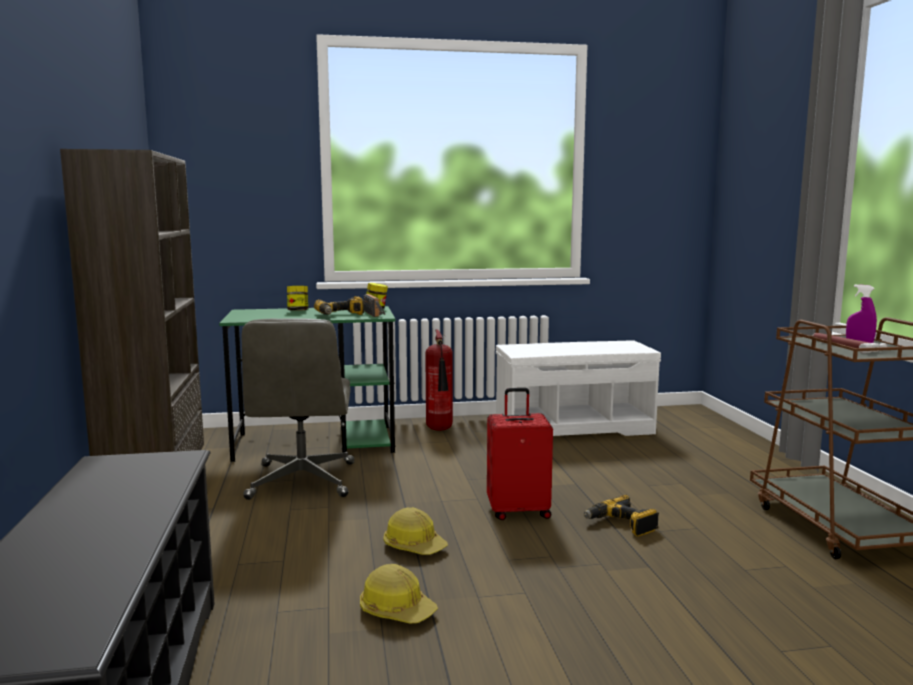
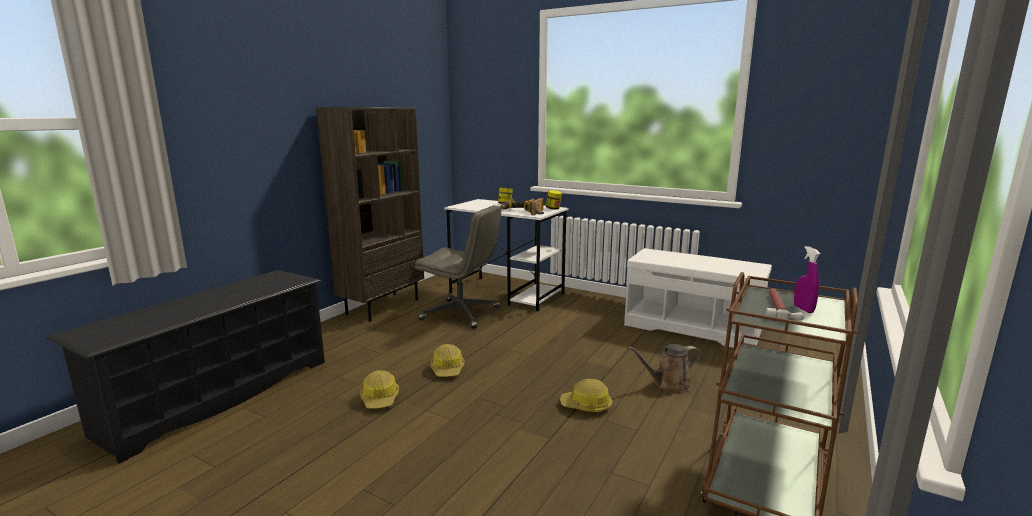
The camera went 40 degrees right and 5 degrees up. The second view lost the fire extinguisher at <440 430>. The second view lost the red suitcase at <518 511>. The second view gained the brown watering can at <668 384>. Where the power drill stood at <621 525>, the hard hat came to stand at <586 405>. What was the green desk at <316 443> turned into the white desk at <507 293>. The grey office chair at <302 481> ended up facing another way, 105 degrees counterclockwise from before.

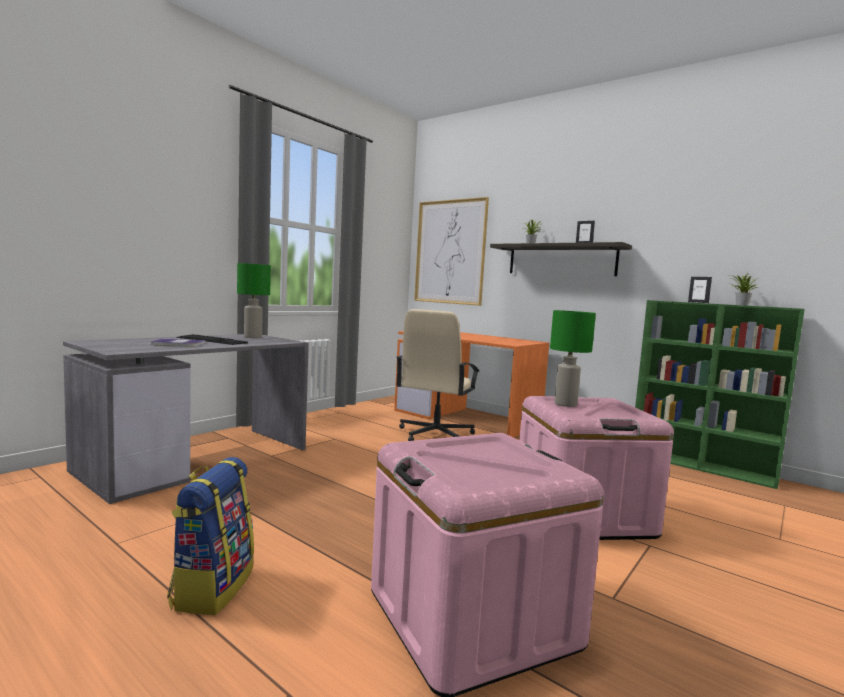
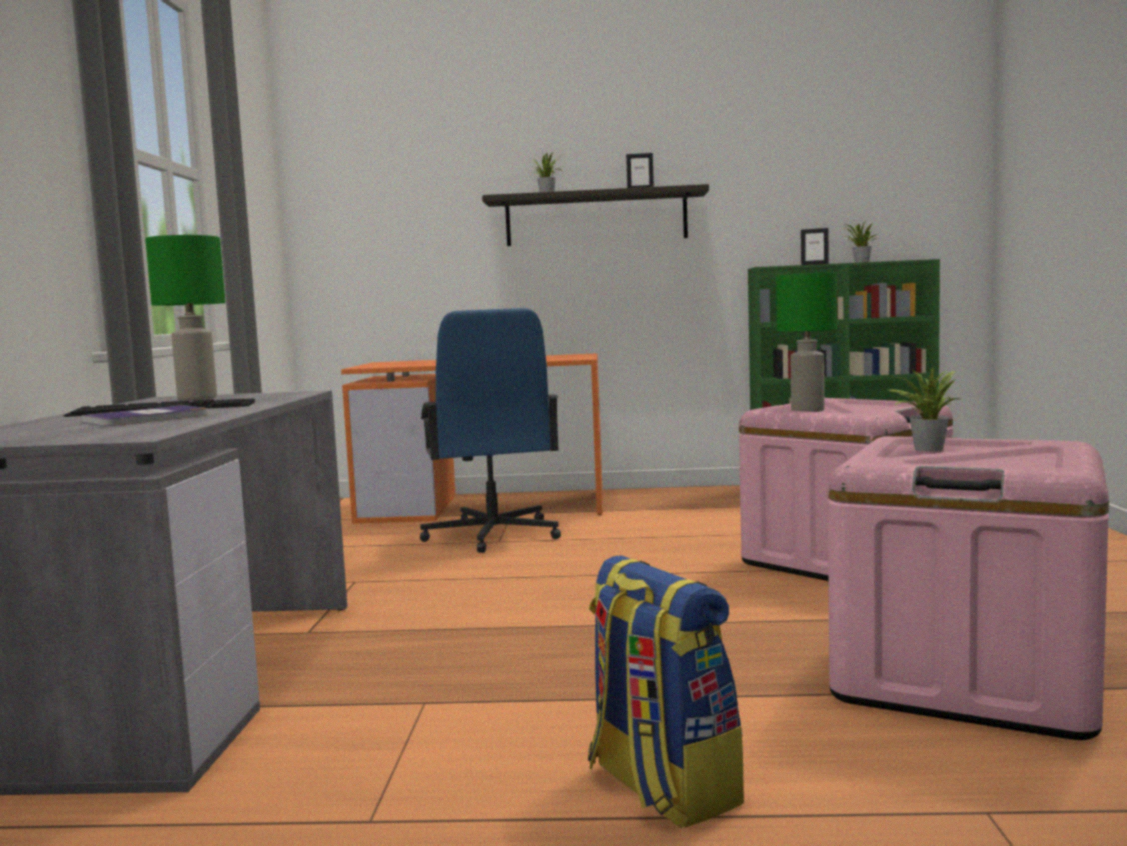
The camera went 35 degrees left and 0 degrees up. The second view lost the picture at <450 252>. The second view gained the potted plant at <925 449>. What was the beige office chair at <434 434> turned into the blue office chair at <492 535>.

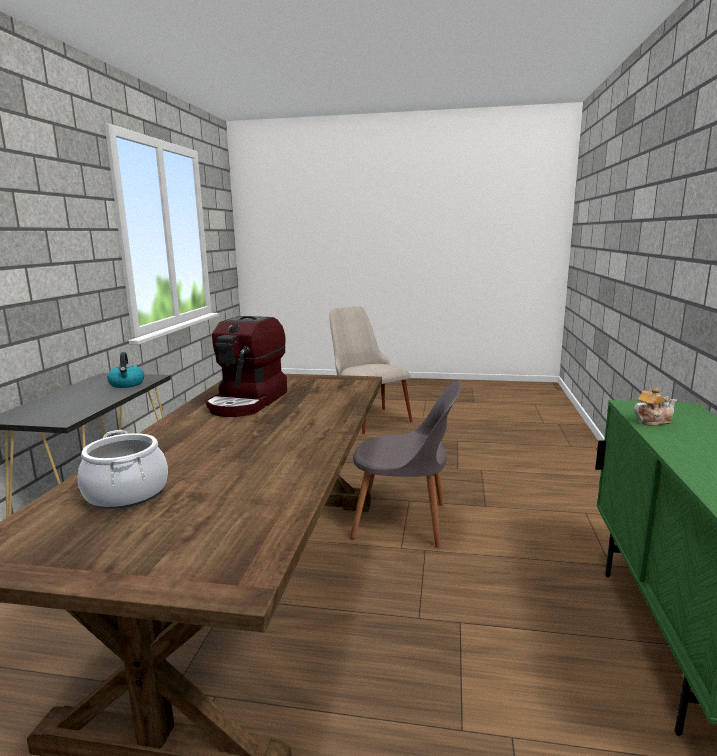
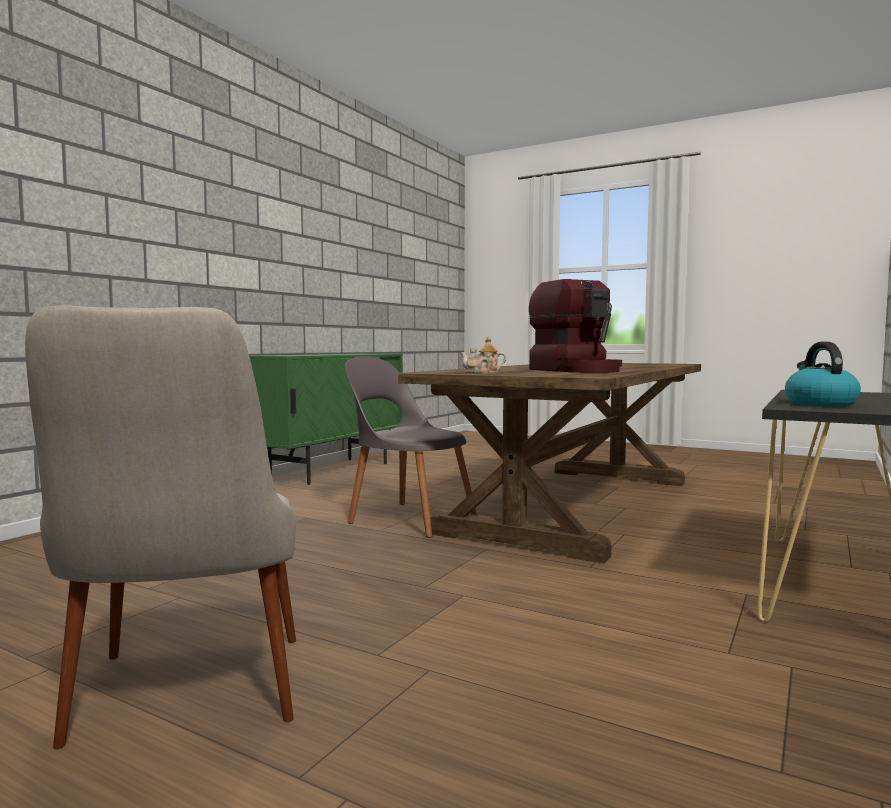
The camera went 160 degrees left and 10 degrees down. The second view lost the cooking pot at <126 493>. The teapot ended up elsewhere, having gone from <652 421> to <482 373>. The coffee machine at <248 402> ended up facing another way, 120 degrees clockwise from before.

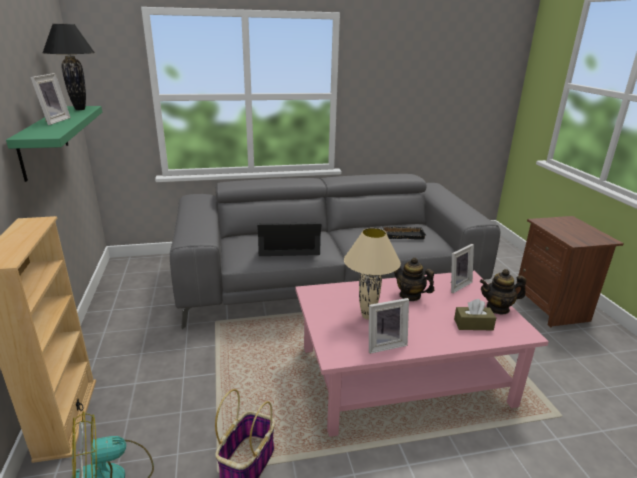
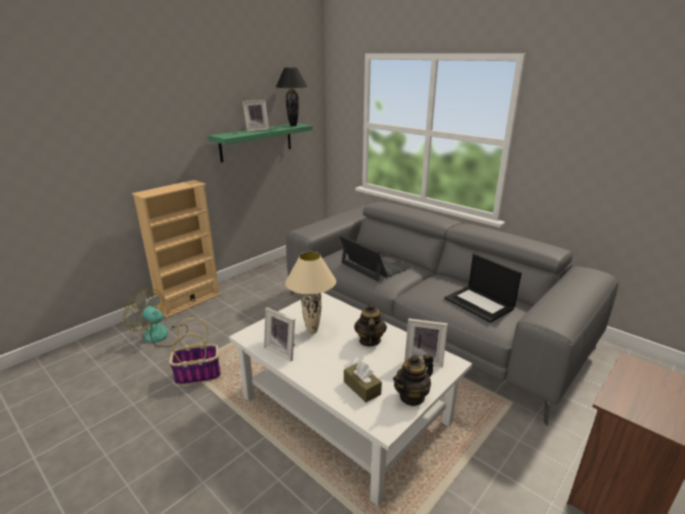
The camera went 55 degrees right and 0 degrees up. Where the black tray stood at <403 235>, the laptop came to stand at <480 304>. What was the pink coffee table at <403 375> turned into the white coffee table at <345 409>. The teapot at <498 308> ended up facing another way, 90 degrees counterclockwise from before.

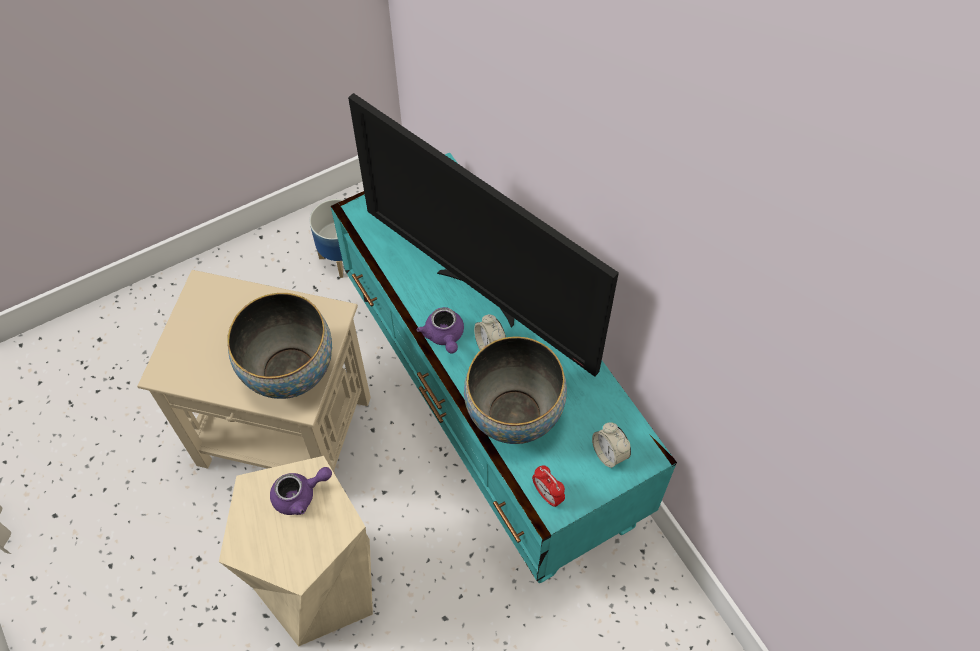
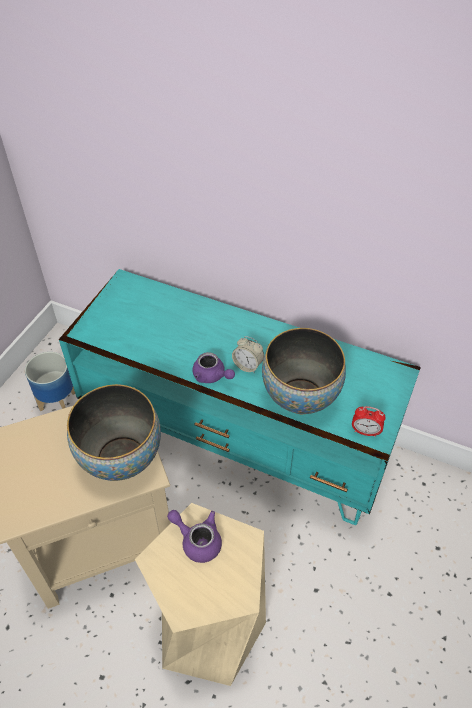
The camera went 35 degrees left and 10 degrees down. The second view lost the television at <482 293>. The second view lost the alarm clock at <609 453>. The purple teapot at <300 495> ended up facing another way, 90 degrees counterclockwise from before.

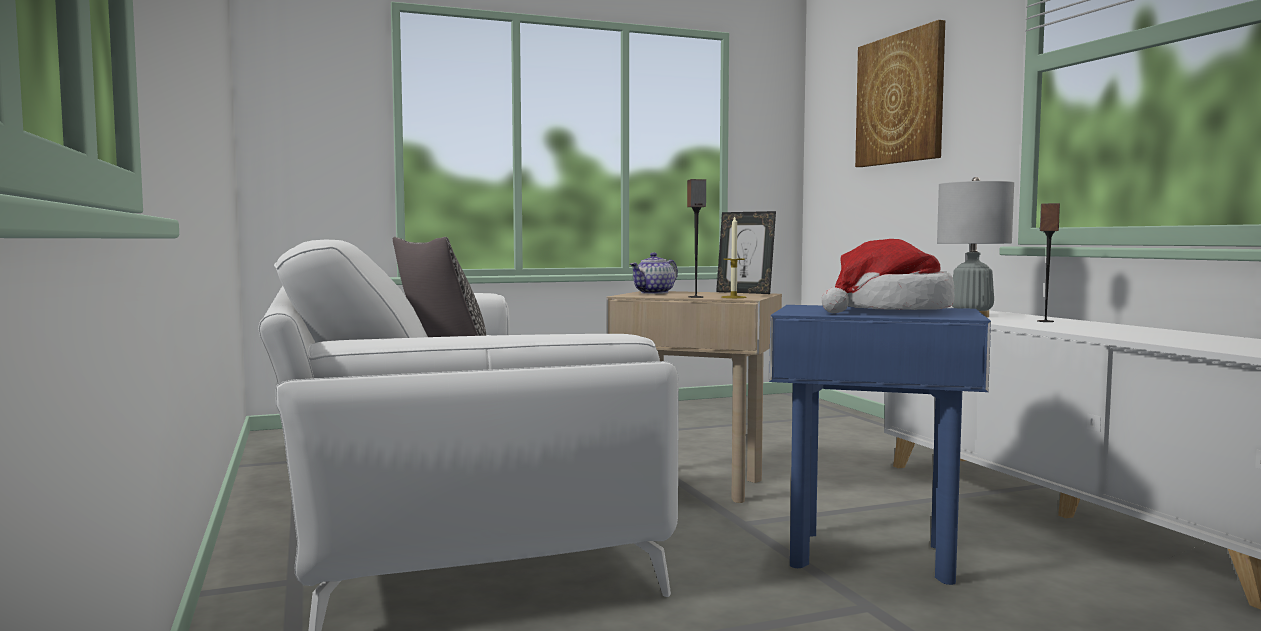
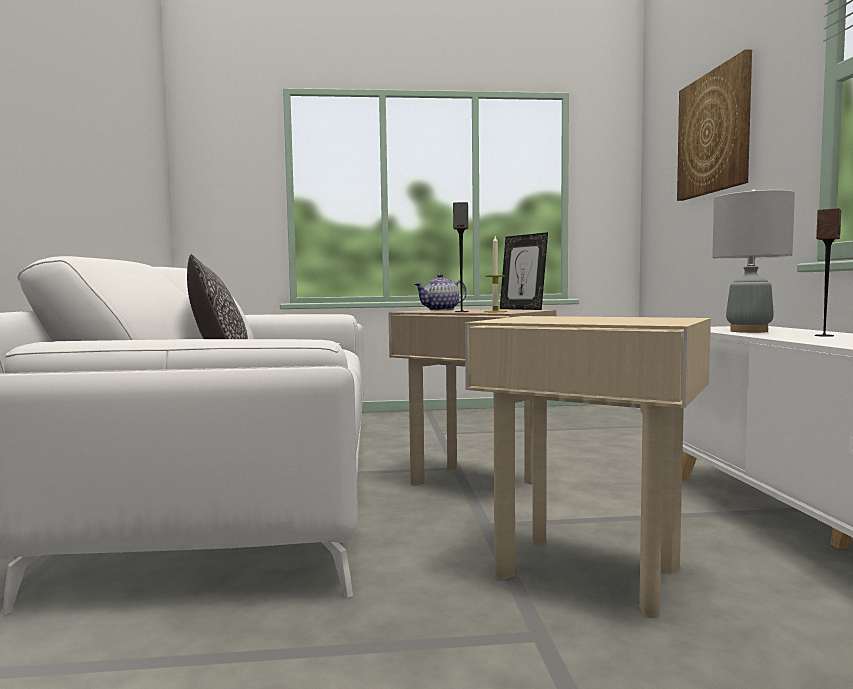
The camera went 15 degrees right and 0 degrees up. The second view lost the hat at <889 311>. What was the blue side table at <872 556> turned into the beige side table at <587 573>.

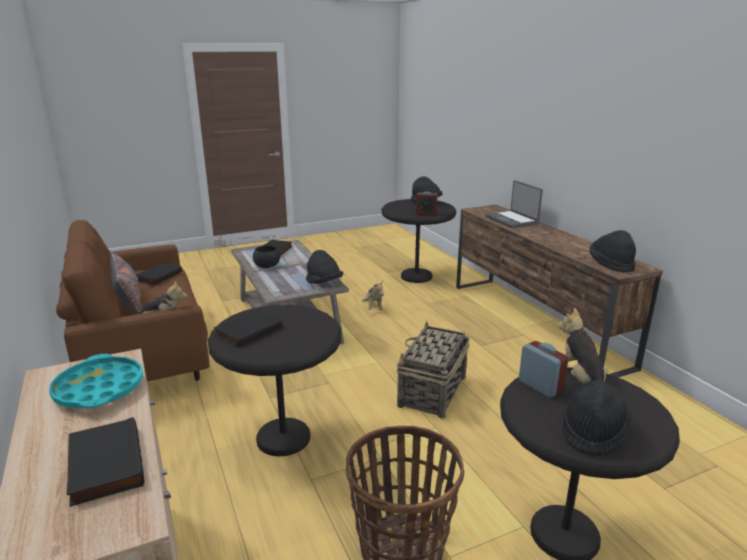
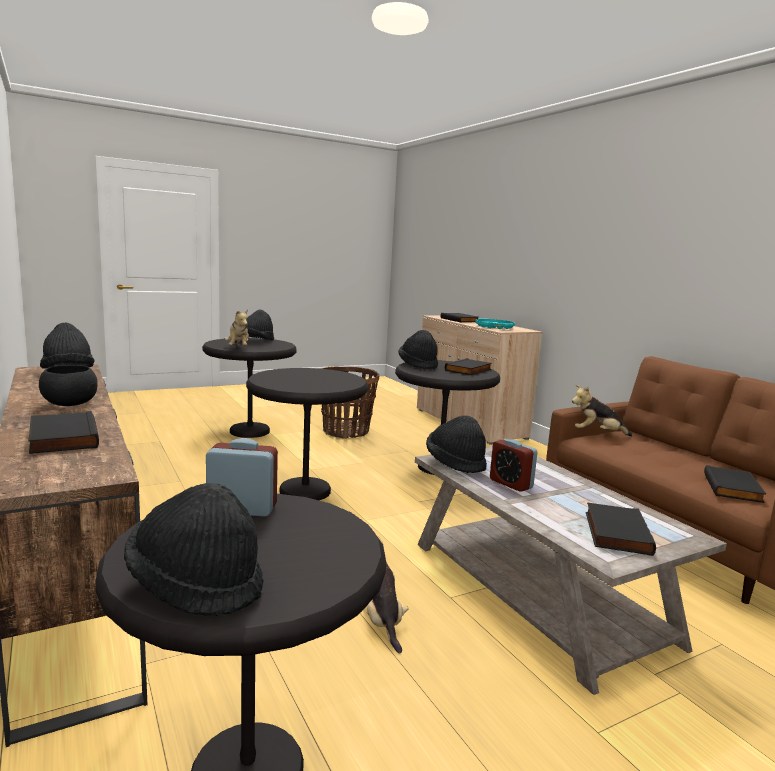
The camera went 175 degrees right and 10 degrees down. The second view lost the grey pillow at <128 300>. The second view gained the black hat at <418 365>. The black bowl ended up elsewhere, having gone from <267 266> to <70 403>. The alarm clock ended up elsewhere, having gone from <540 386> to <510 484>. Where the basket stood at <432 392>, the black side table came to stand at <305 491>. Where the laptop stood at <512 220>, the black book came to stand at <61 437>.

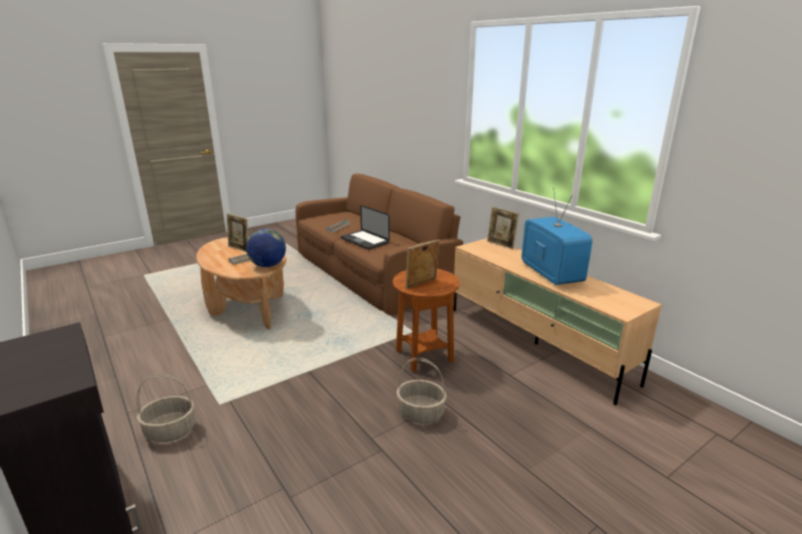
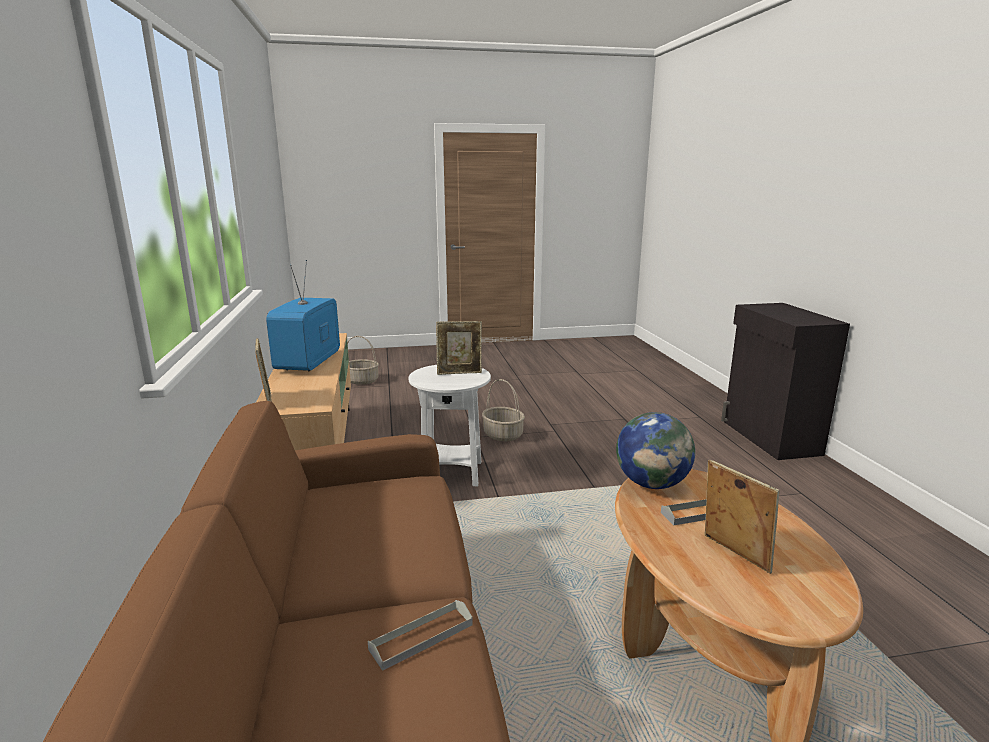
The camera went 155 degrees left and 5 degrees down. The second view lost the laptop at <364 240>. The basket ended up elsewhere, having gone from <171 430> to <361 381>. What was the brown side table at <424 356> turned into the white side table at <452 473>.

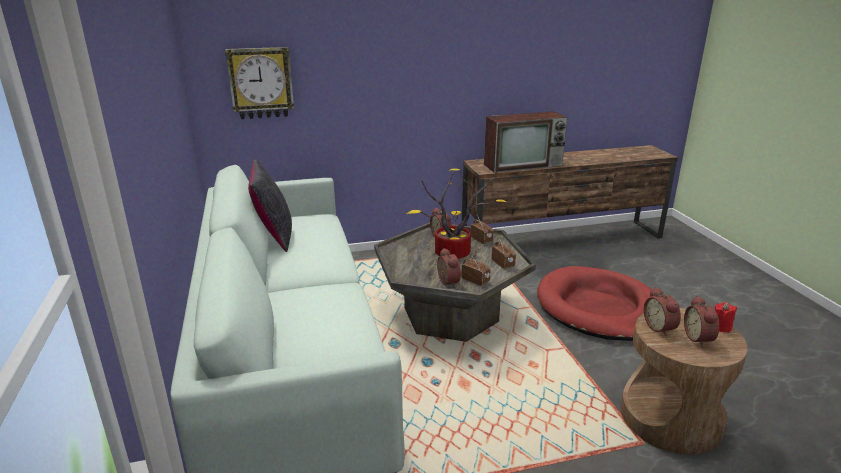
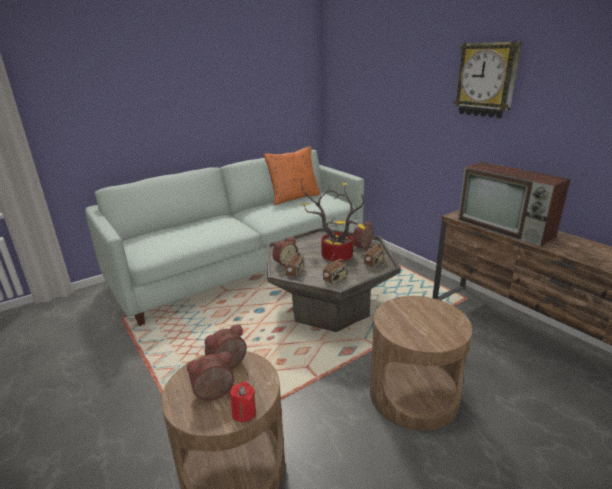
The camera went 70 degrees right and 0 degrees up. The wall clock ended up elsewhere, having gone from <261 83> to <486 80>. Where the red dog bed stood at <599 308>, the brown side table came to stand at <413 395>. What was the black pillow at <274 236> turned into the orange pillow at <294 198>.

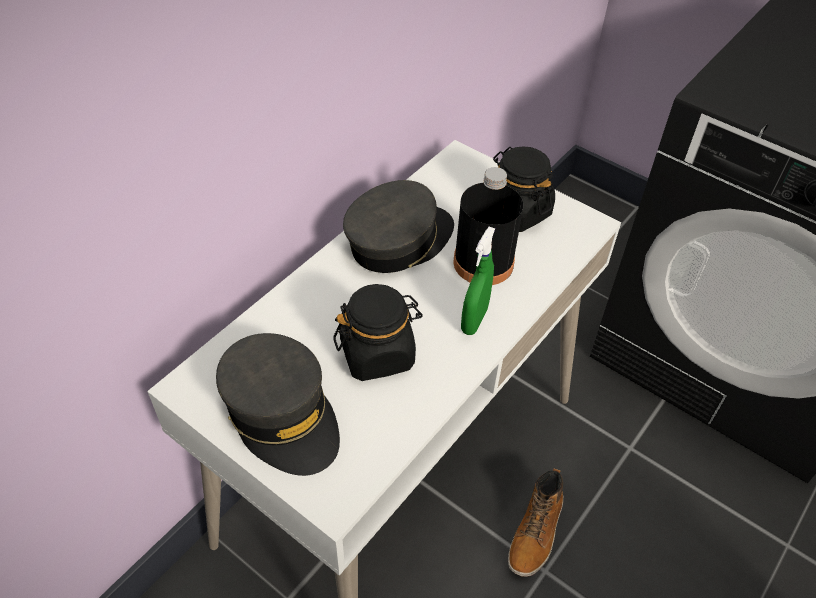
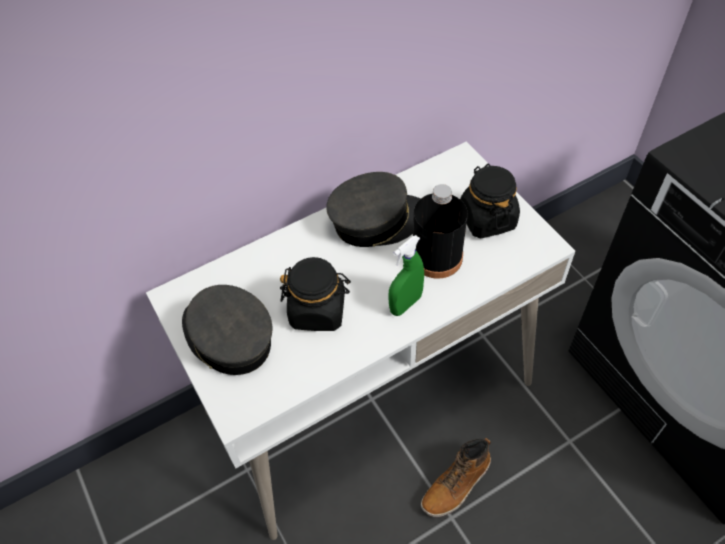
The camera went 25 degrees right and 5 degrees up. The grey cap at <282 414> ended up facing another way, 150 degrees clockwise from before.

